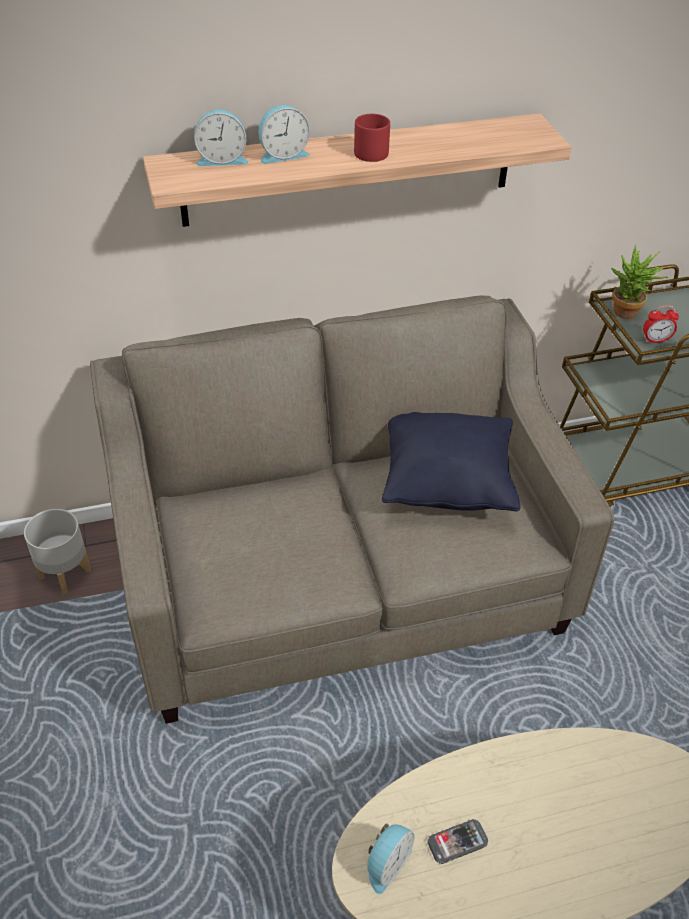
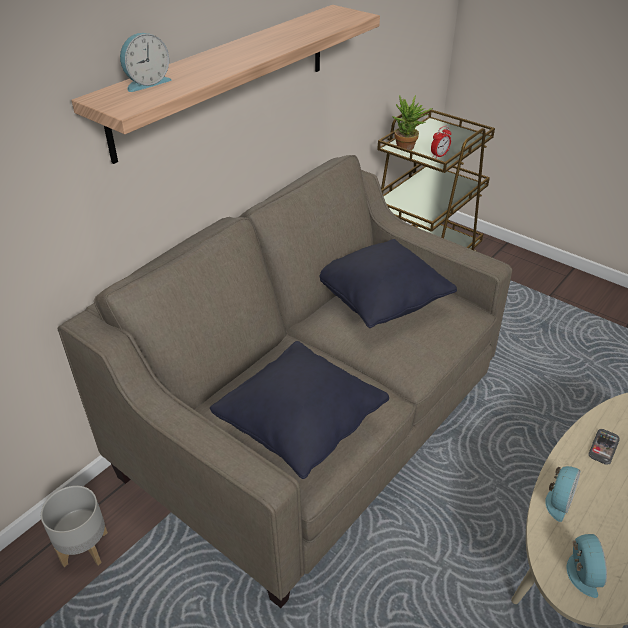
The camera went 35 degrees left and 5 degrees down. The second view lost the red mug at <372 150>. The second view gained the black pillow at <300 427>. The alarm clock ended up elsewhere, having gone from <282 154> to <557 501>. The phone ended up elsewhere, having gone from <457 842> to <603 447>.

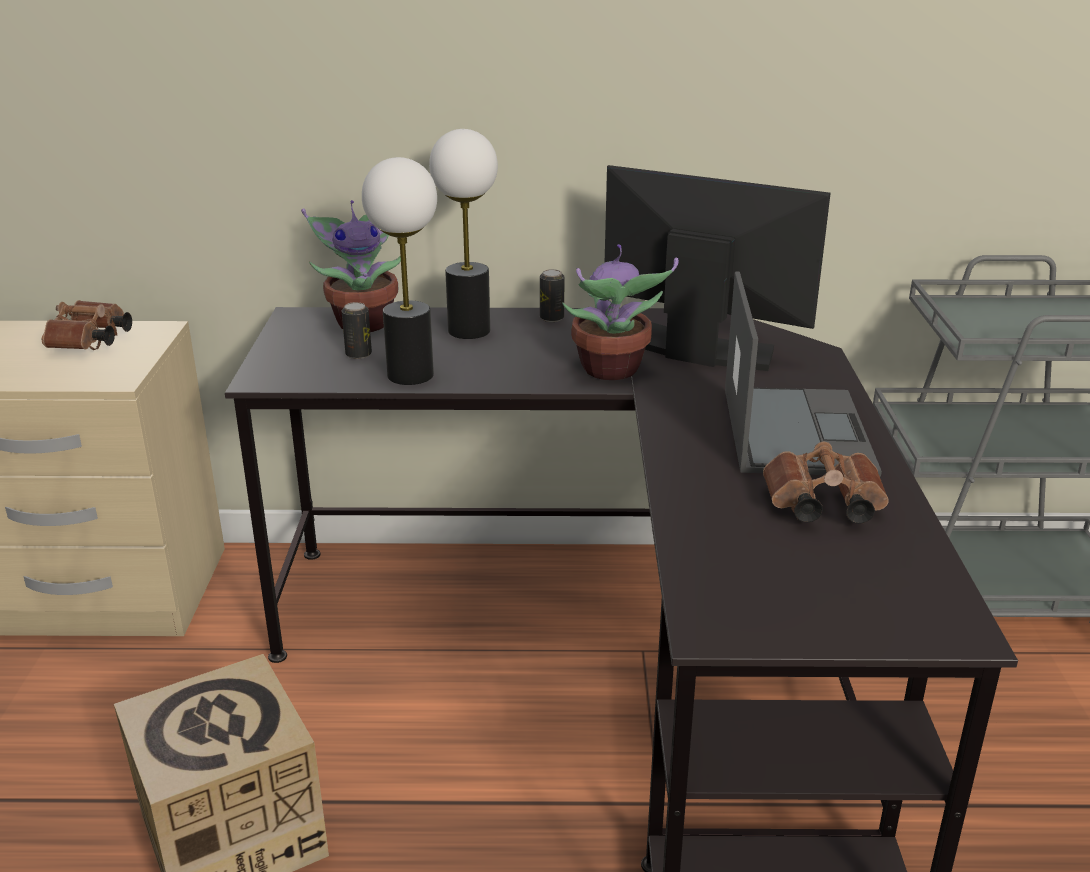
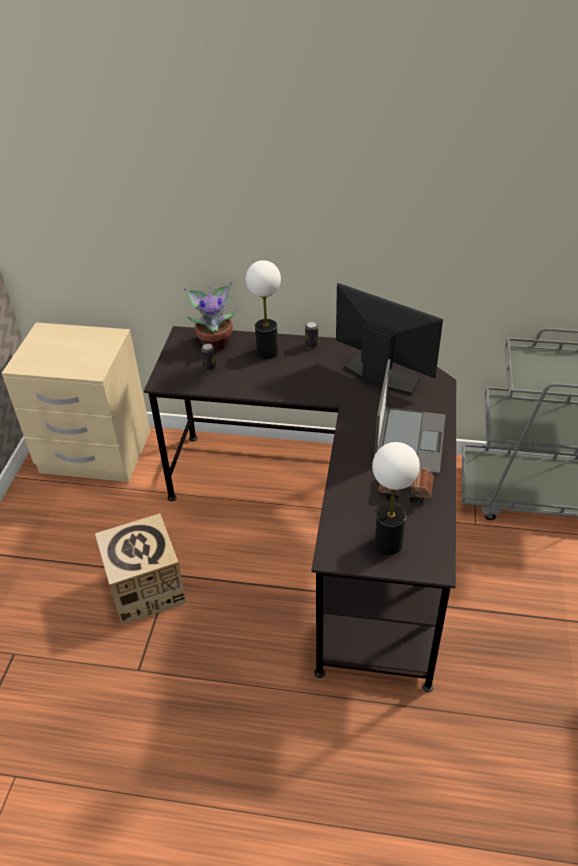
The camera went 10 degrees right and 15 degrees up. The second view lost the brown binoculars at <90 342>. The second view lost the potted plant at <611 371>. The table lamp ended up elsewhere, having gone from <410 375> to <388 544>.

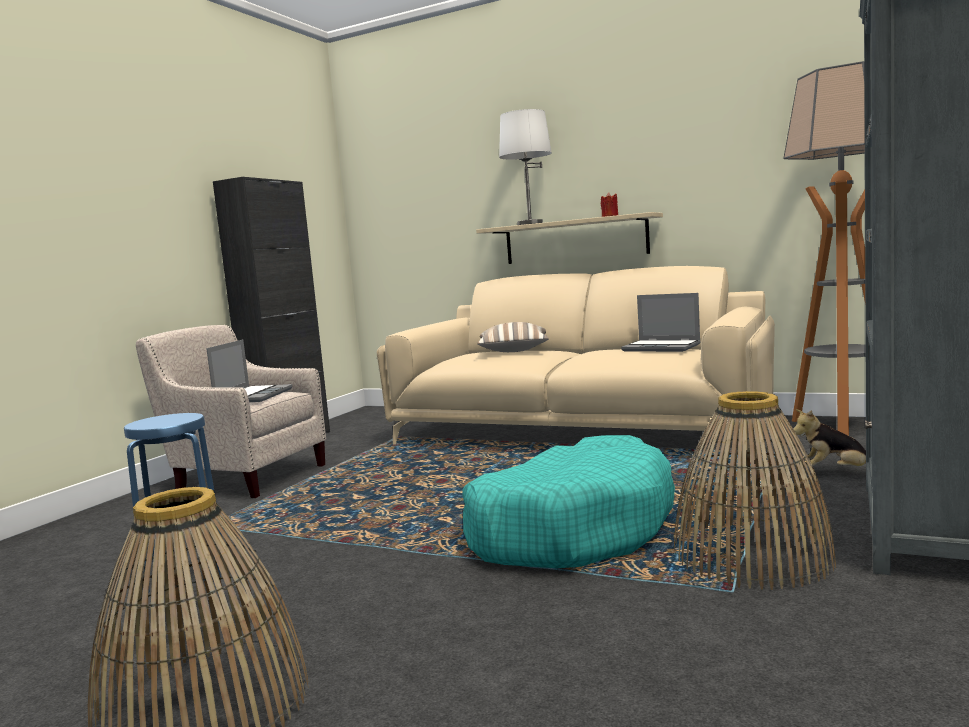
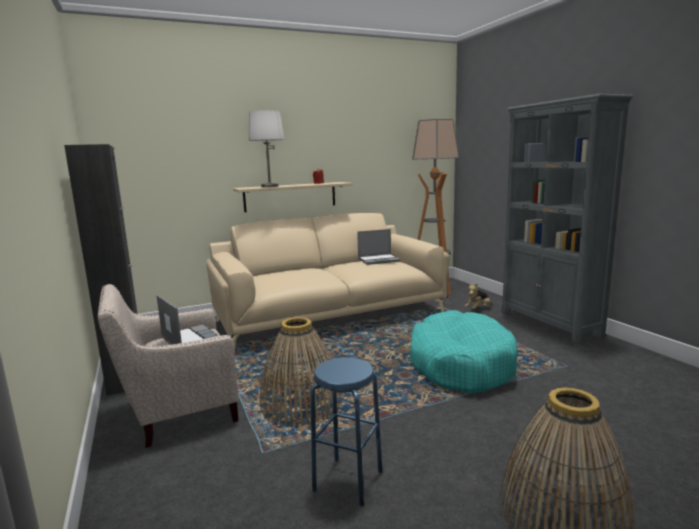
The camera went 50 degrees left and 5 degrees up. The second view lost the pillow at <514 351>. The basket ended up elsewhere, having gone from <752 555> to <301 404>.

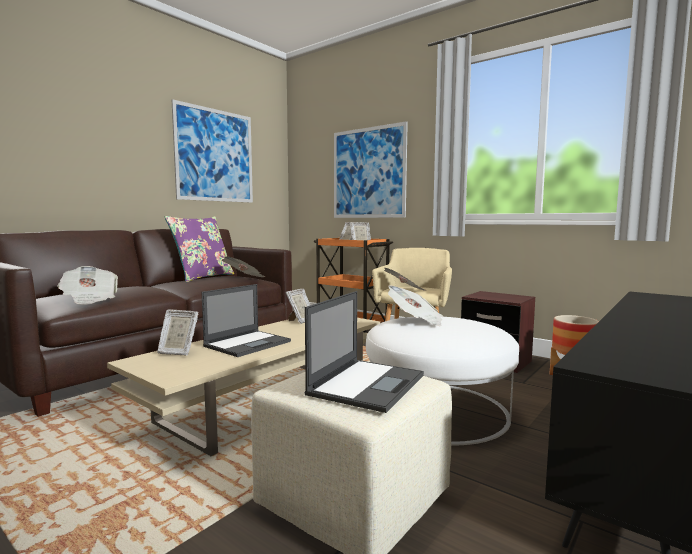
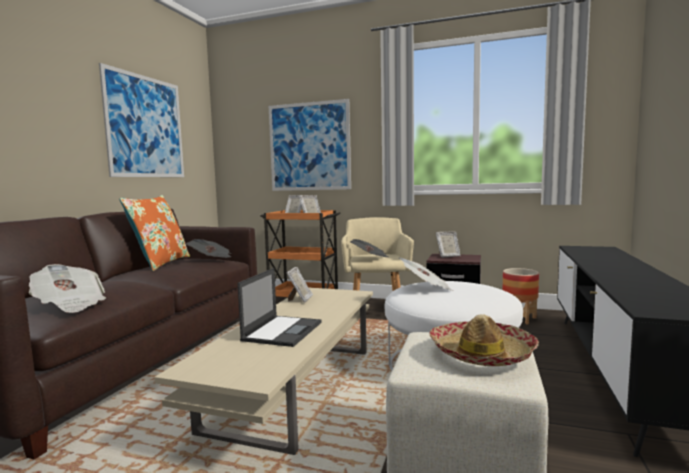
The camera went 20 degrees left and 0 degrees up. The picture frame ended up elsewhere, having gone from <177 352> to <448 256>. Where the laptop stood at <367 384>, the hat came to stand at <482 354>. What was the purple pillow at <202 277> turned into the orange pillow at <160 263>.

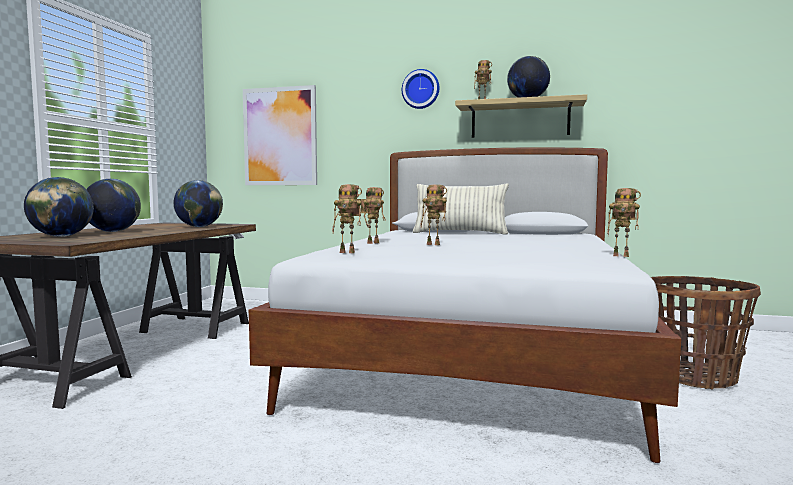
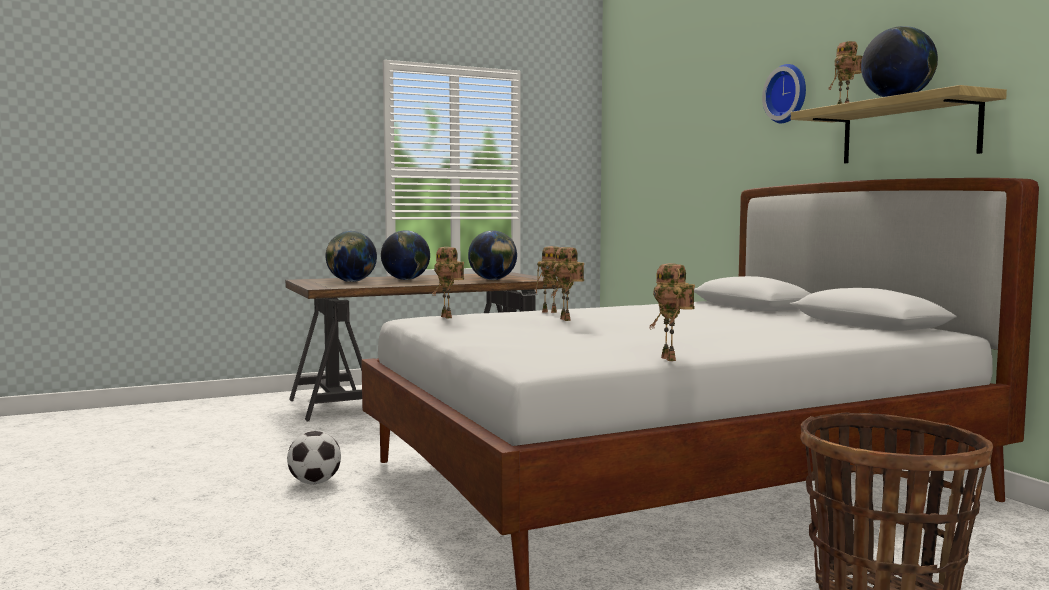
The camera went 50 degrees right and 0 degrees up. The second view lost the picture at <280 136>. The second view lost the pillow at <460 233>. The second view gained the football at <314 483>.

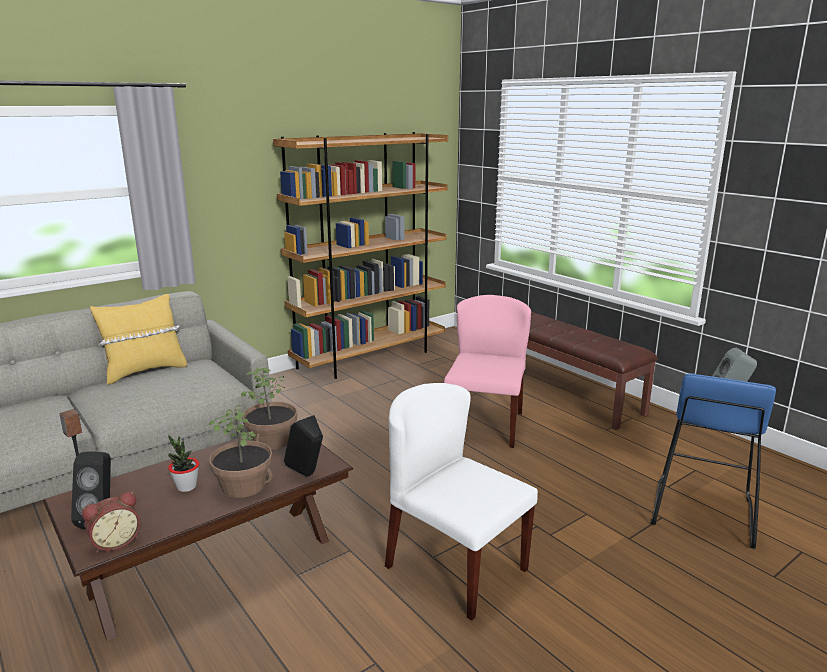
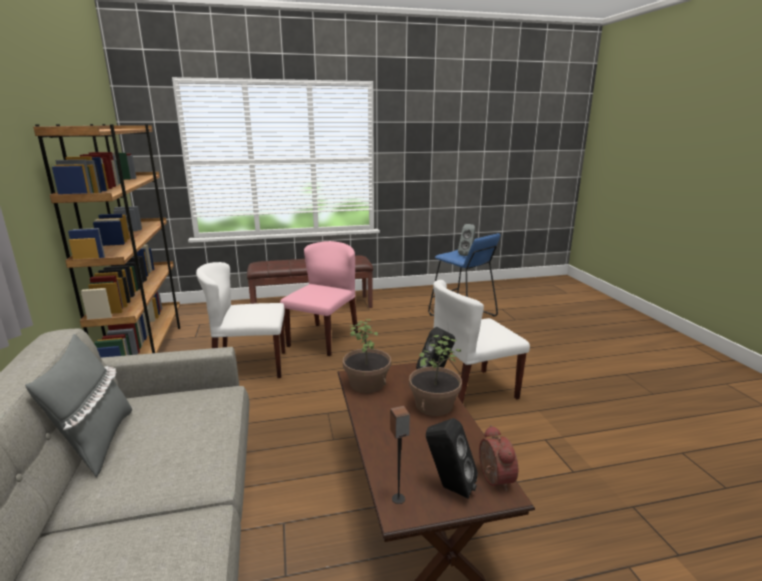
The camera went 65 degrees left and 0 degrees up. The second view lost the potted plant at <186 487>. The second view gained the white chair at <250 366>. What was the yellow pillow at <145 371> turned into the grey pillow at <97 443>. The pink chair at <485 425> ended up facing another way, 75 degrees clockwise from before.

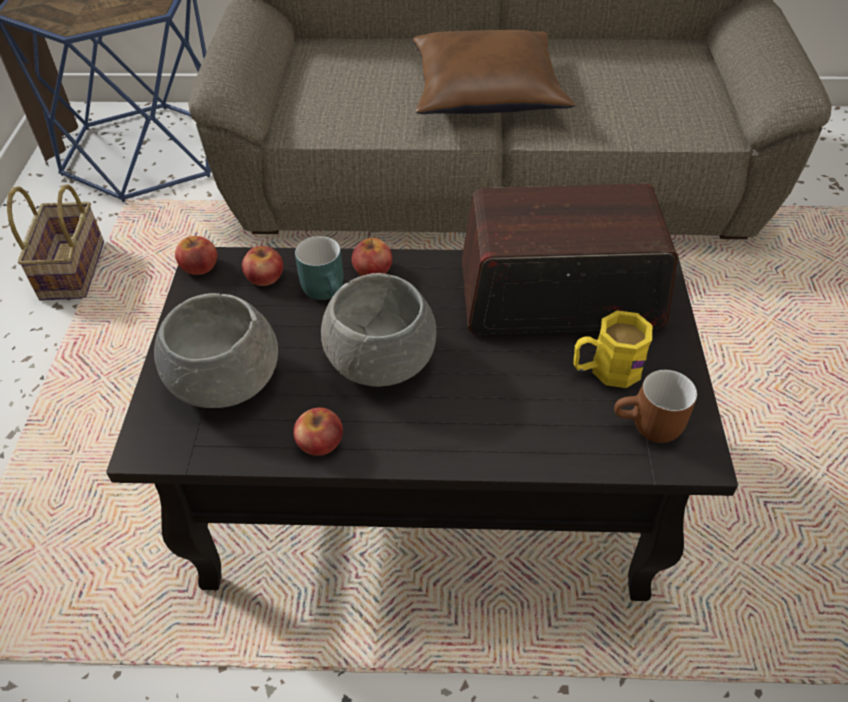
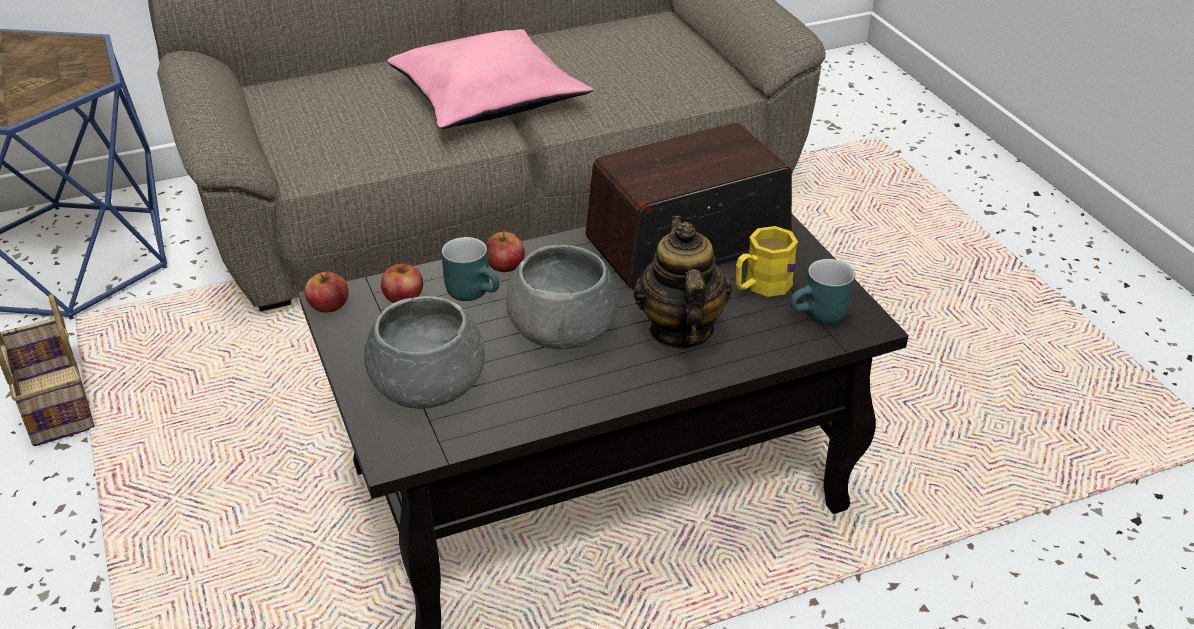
The camera went 25 degrees left and 10 degrees down. The second view lost the apple at <320 441>. The second view gained the teapot at <680 331>. What was the brown pillow at <487 91> turned into the pink pillow at <488 98>. What was the brown mug at <649 428> turned into the turquoise mug at <820 316>.

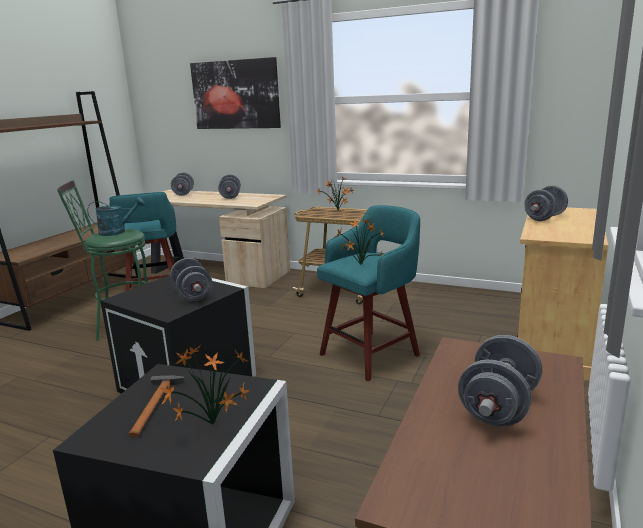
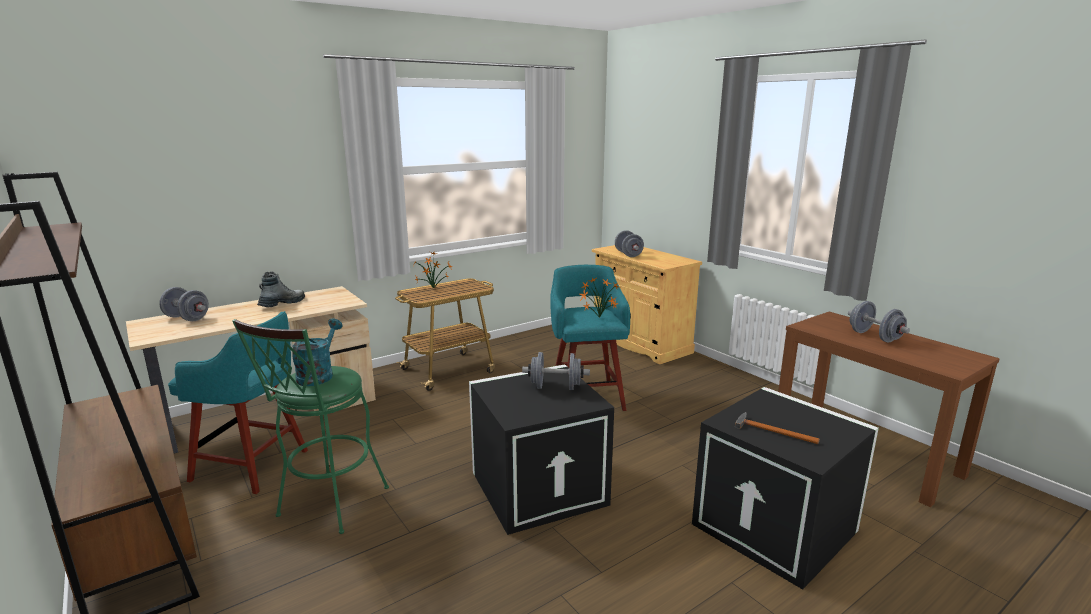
The camera went 60 degrees left and 0 degrees up. The second view lost the potted plant at <210 425>. The second view lost the picture at <235 94>. Where the grey dumbbell stood at <230 196>, the boot came to stand at <282 304>.

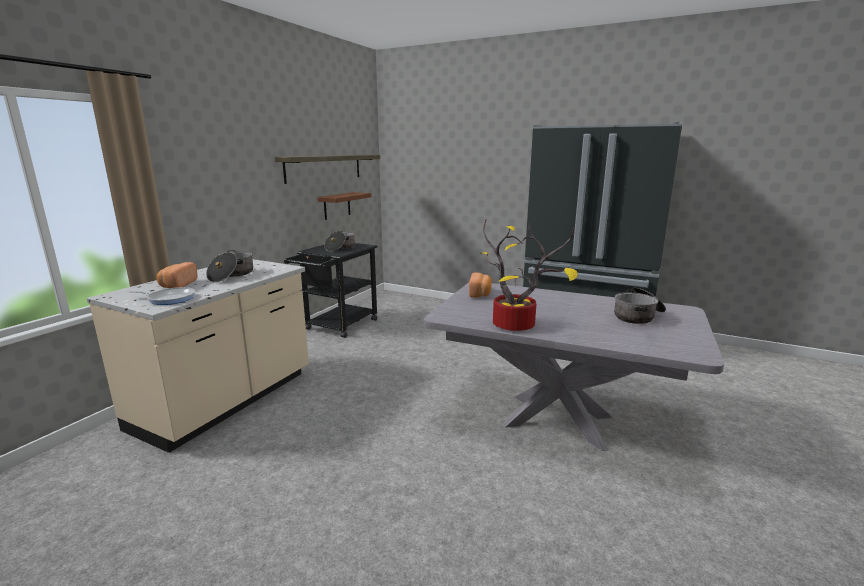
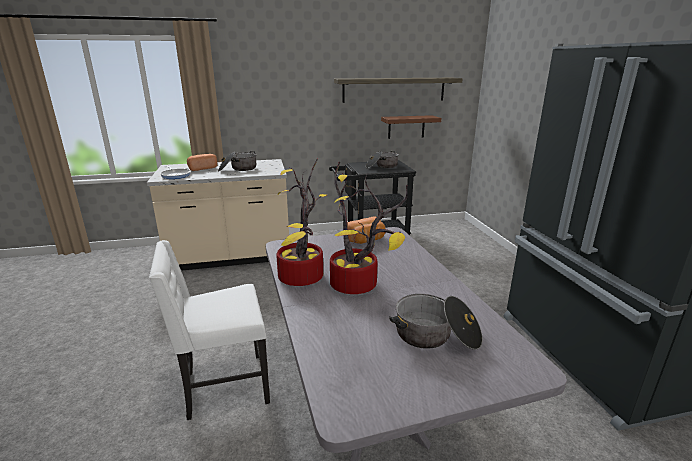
The camera went 50 degrees right and 5 degrees up. The second view gained the white chair at <224 387>. The second view gained the potted plant at <358 285>.

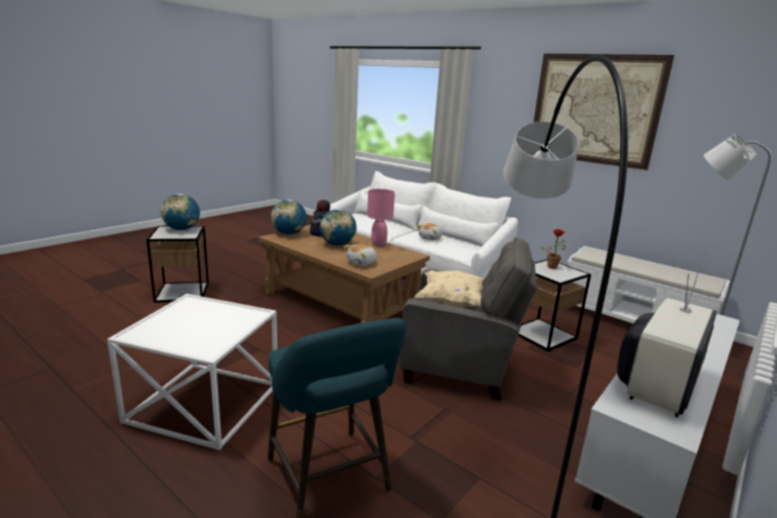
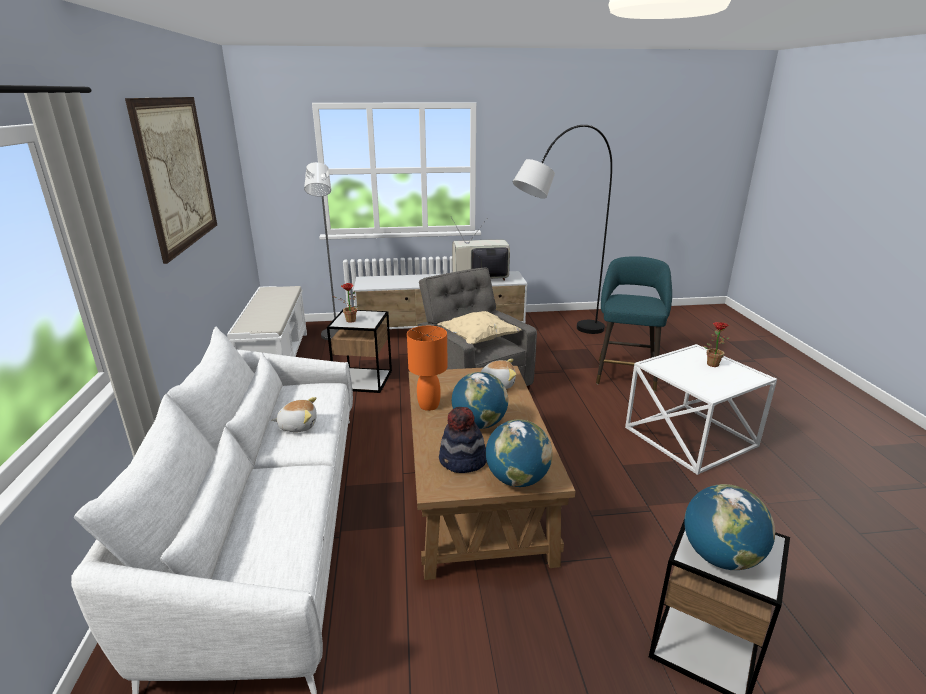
The camera went 135 degrees left and 5 degrees up. The second view gained the potted plant at <711 363>. What was the pink table lamp at <378 244> turned into the orange table lamp at <428 406>.

